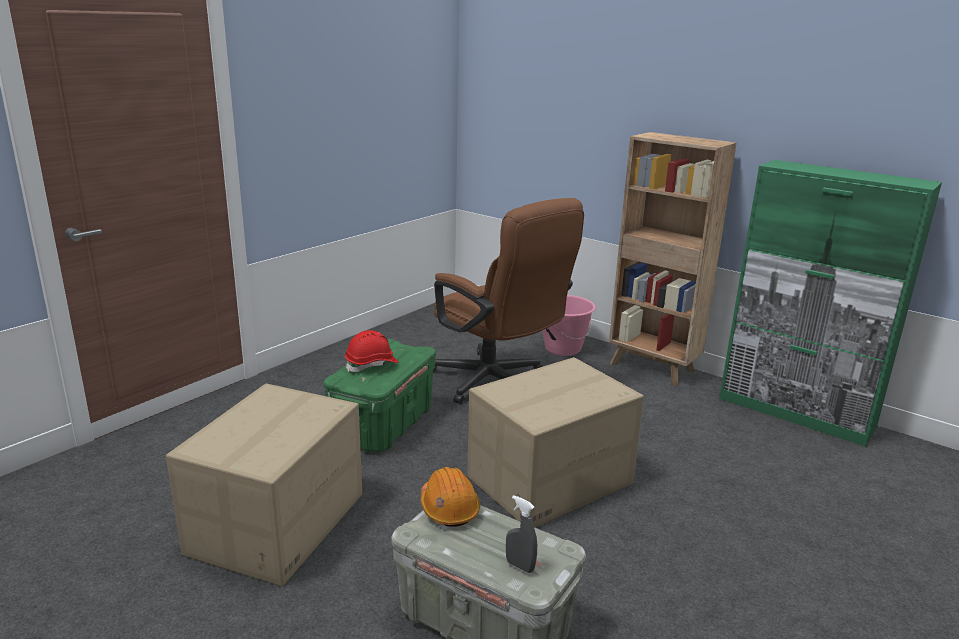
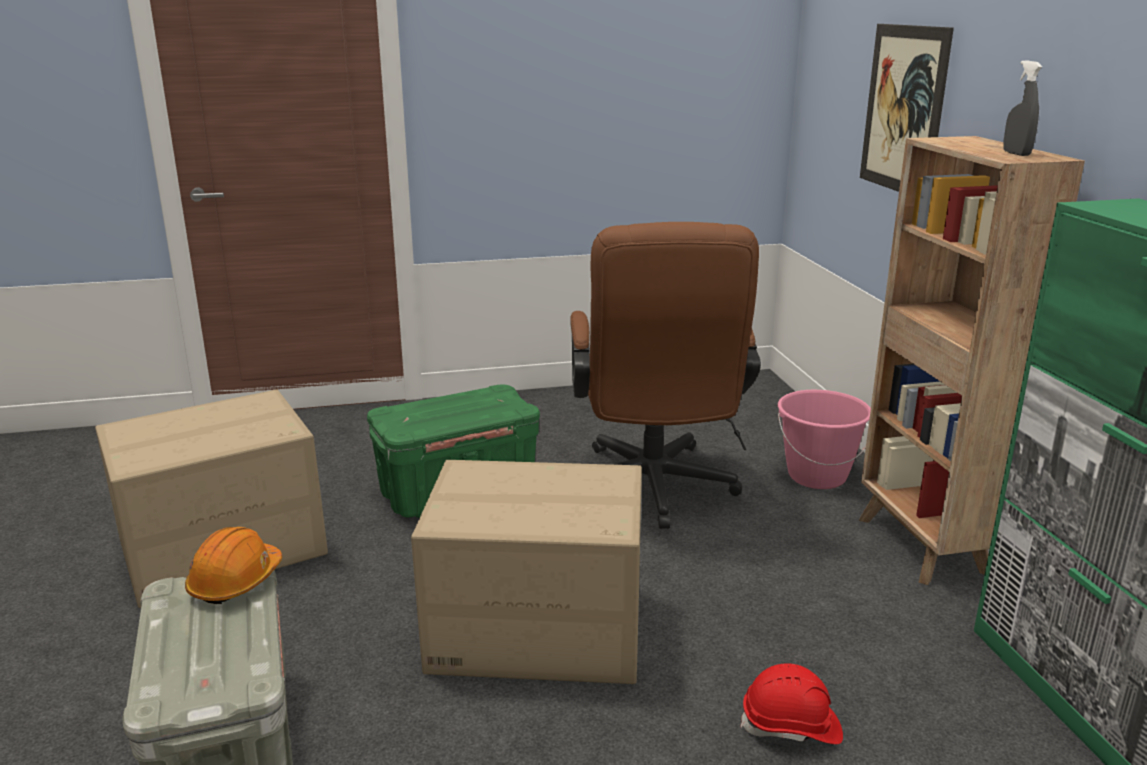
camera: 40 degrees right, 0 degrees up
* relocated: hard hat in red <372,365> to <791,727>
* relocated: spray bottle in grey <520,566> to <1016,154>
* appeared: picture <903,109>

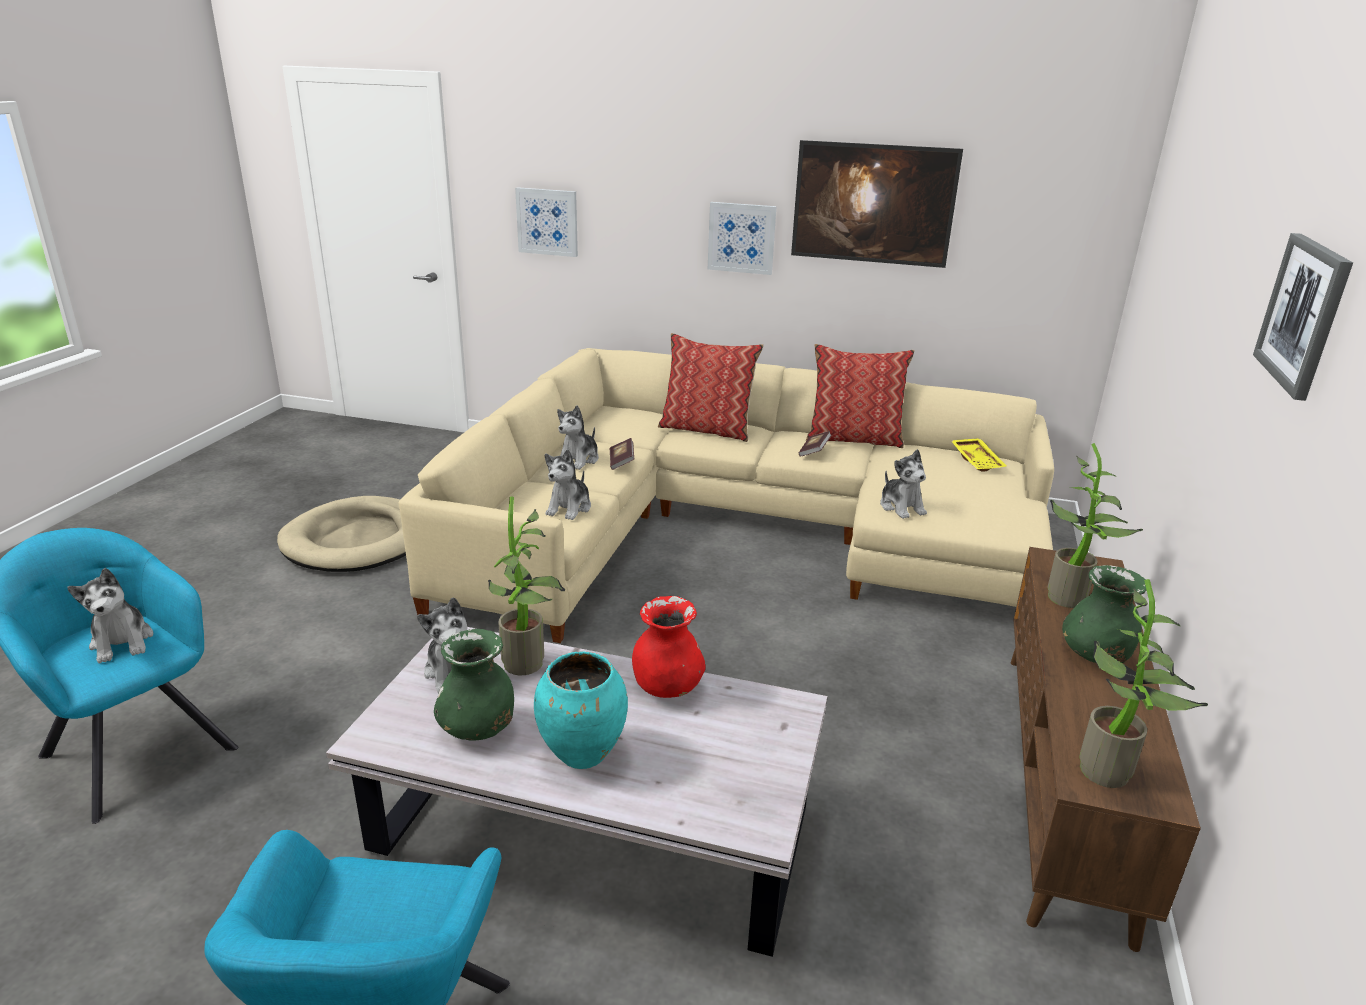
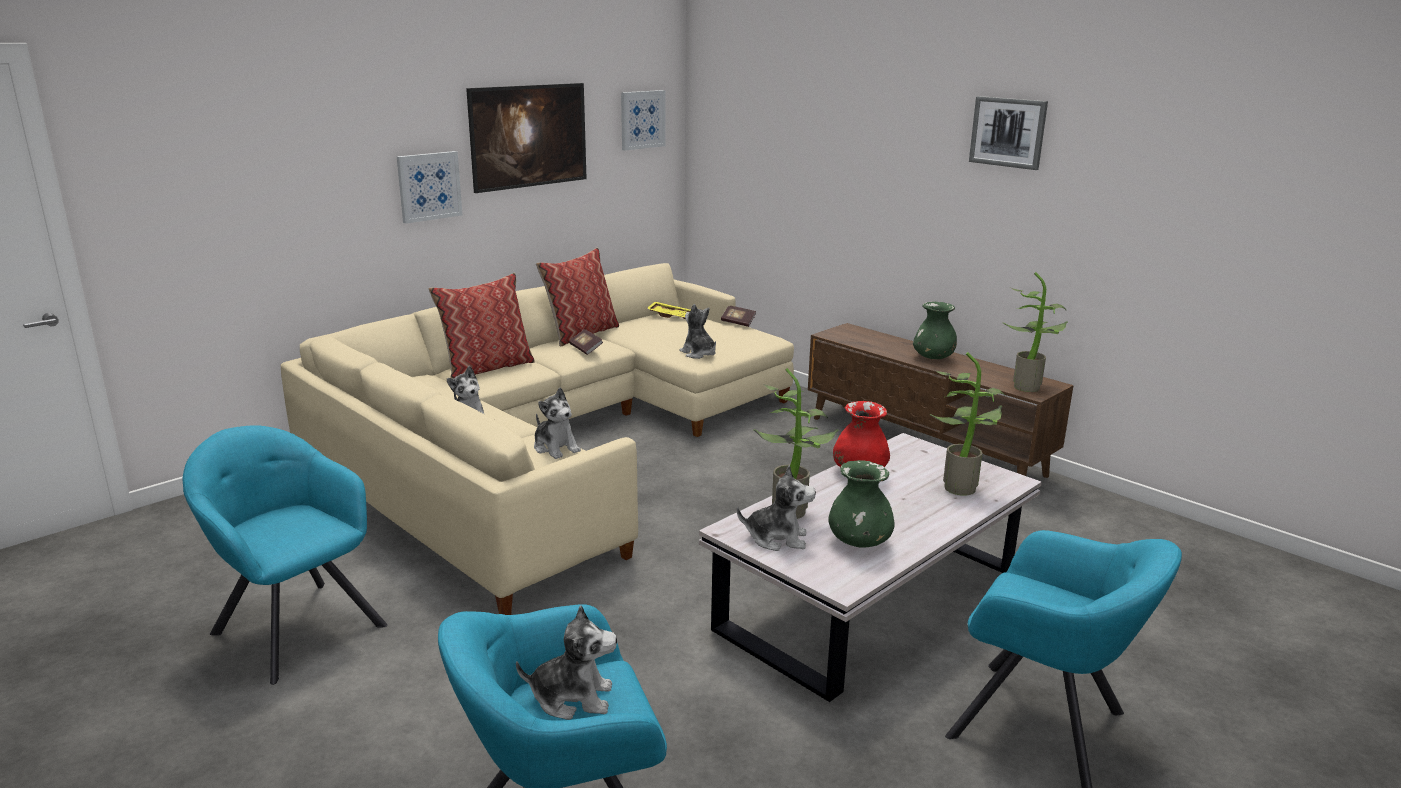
camera: 60 degrees left, 5 degrees down
* exchanged: dog bed in beige <360,540> to armchair in turquoise <295,626>
* relocated: picture <547,222> to <642,119>
* missing: vase in turquoise <583,754>
* relocated: book <621,462> to <738,322>
* spun: plush toy <901,507> = <698,354> 135 degrees counterclockwise
* relocated: potted plant <1072,598> to <961,486>

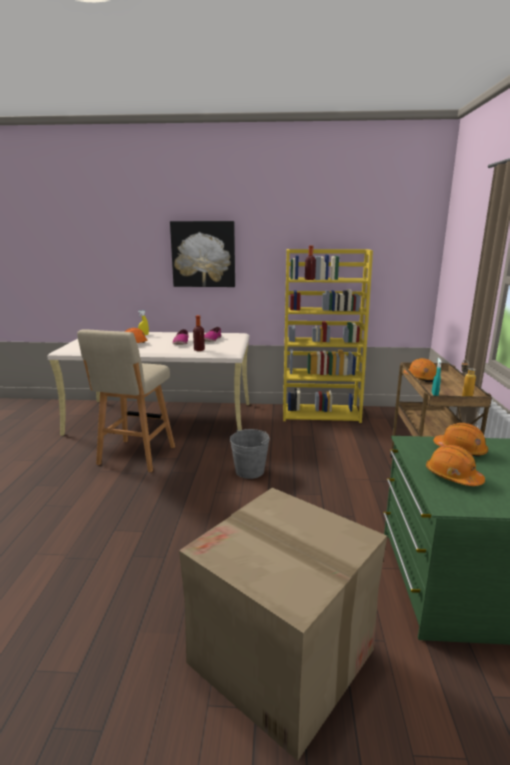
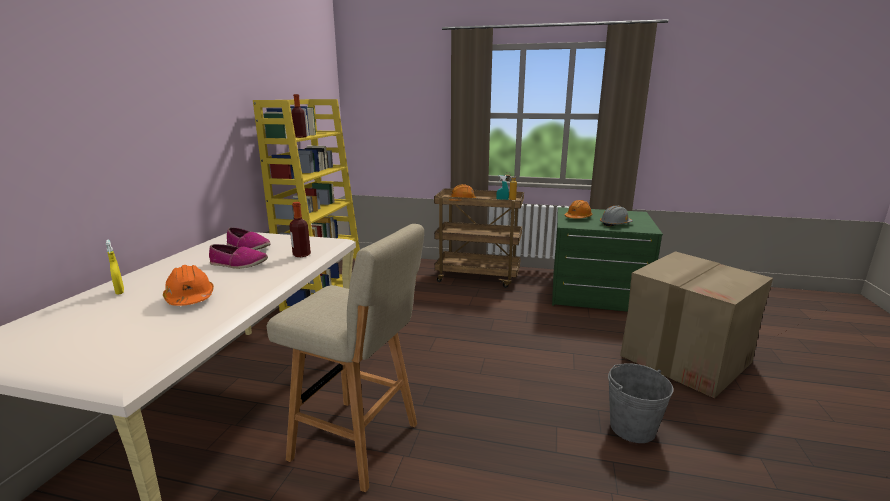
camera: 80 degrees left, 0 degrees up
* missing: picture <203,254>
* relocated: bucket in grey <250,471> to <632,428>
* colour: hard hat in orange <452,476> to hard hat in grey <615,224>

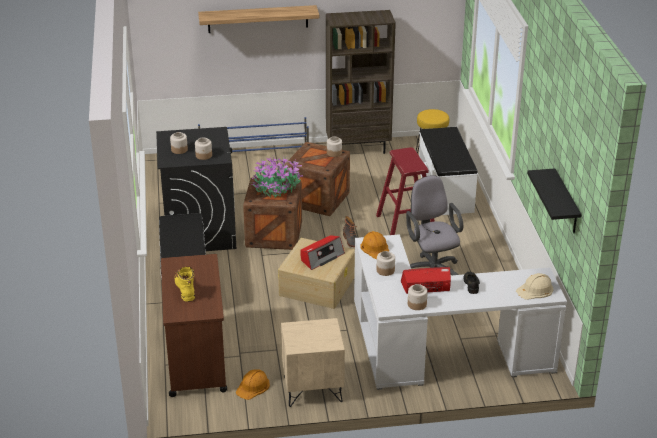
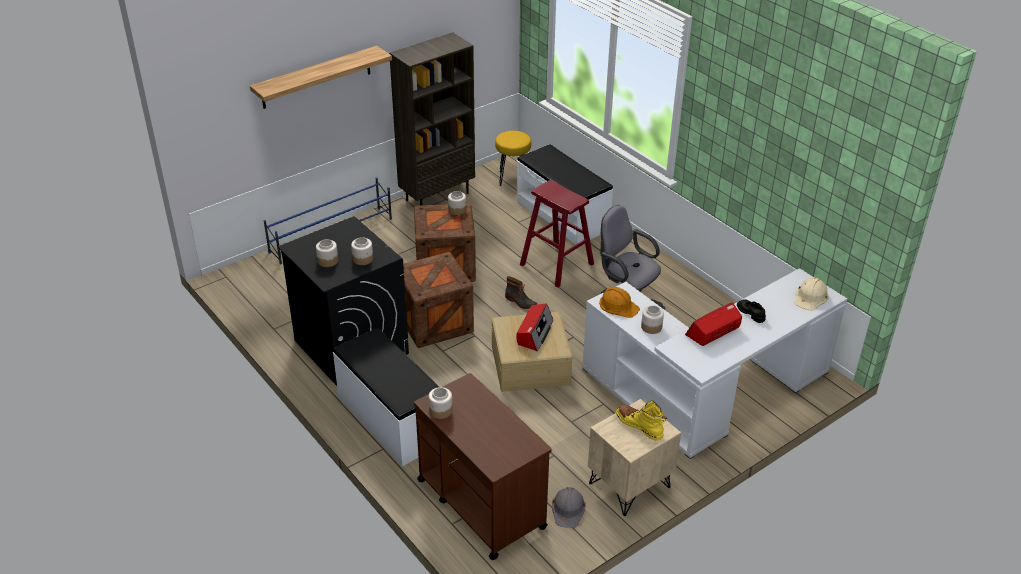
camera: 30 degrees left, 5 degrees up
* relocated: boot in yellow <185,289> to <639,425>
* colour: hard hat in orange <253,387> to hard hat in grey <568,509>
* missing: potted plant <277,189>
* relocated: jar <417,304> to <440,411>
* missing: shelf in black <566,203>

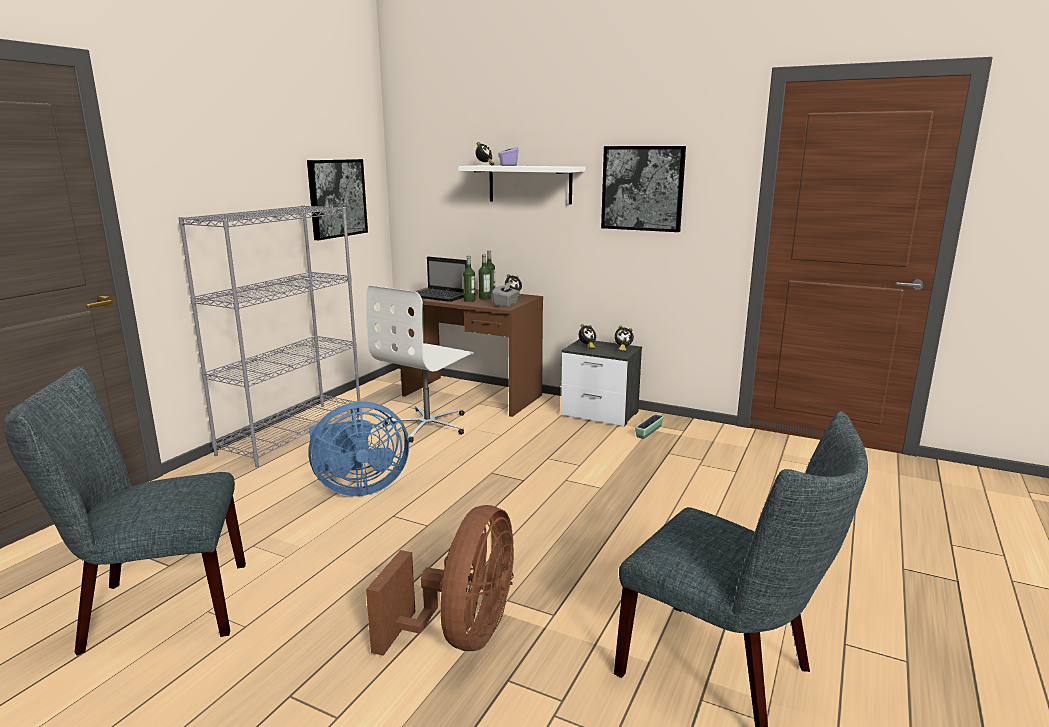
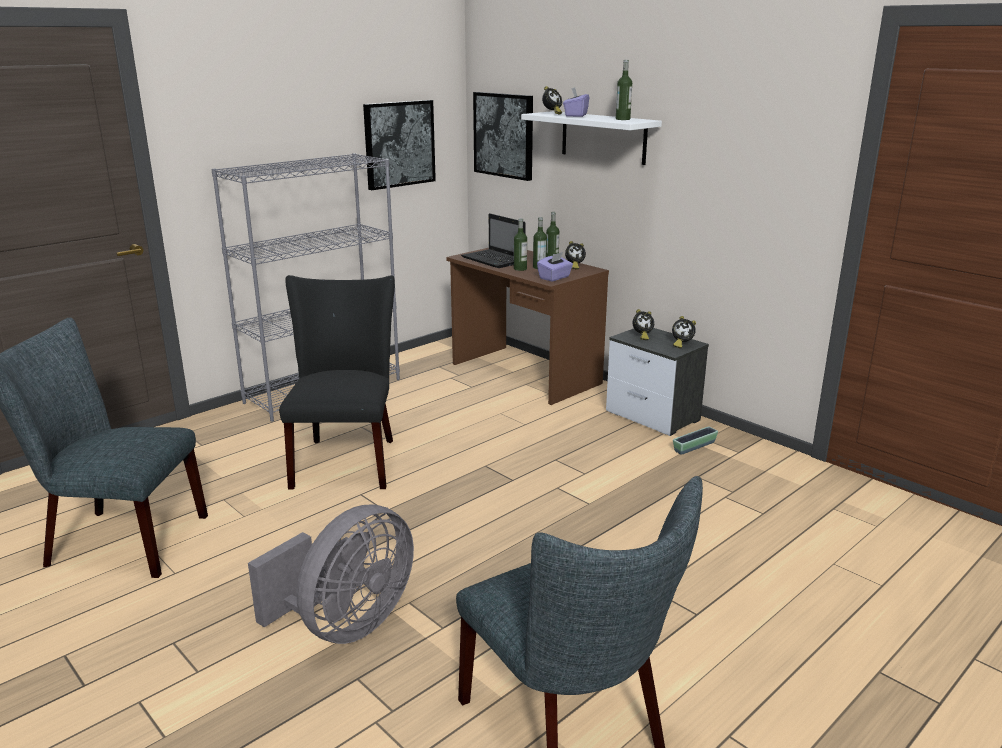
camera: 20 degrees right, 5 degrees up
* exchanged: fan in blue <358,488> to chair in black <346,459>
* colour: fan in brown <462,634> to fan in grey <346,625>
* missing: office chair in white <428,425>
* colour: tissue box in grey <506,304> to tissue box in purple <555,278>
* relocated: picture <642,188> to <504,135>
* appeared: bottle <622,119>

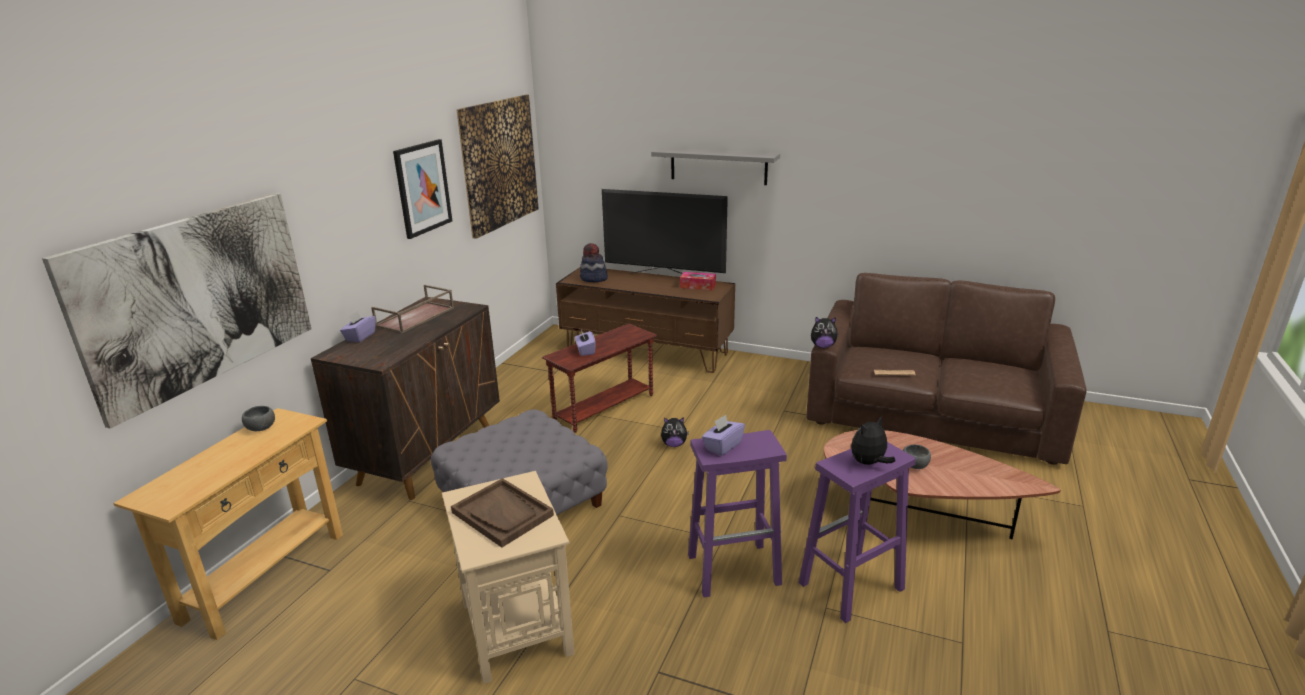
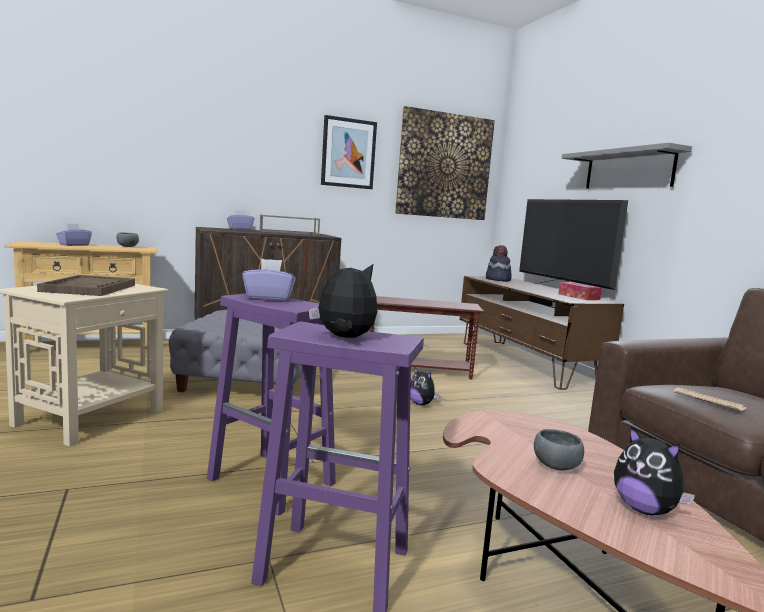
camera: 45 degrees right, 15 degrees down
* missing: picture <198,299>
* relocated: tissue box in purple <585,351> to <74,245>
* relocated: plush toy <823,346> to <644,509>

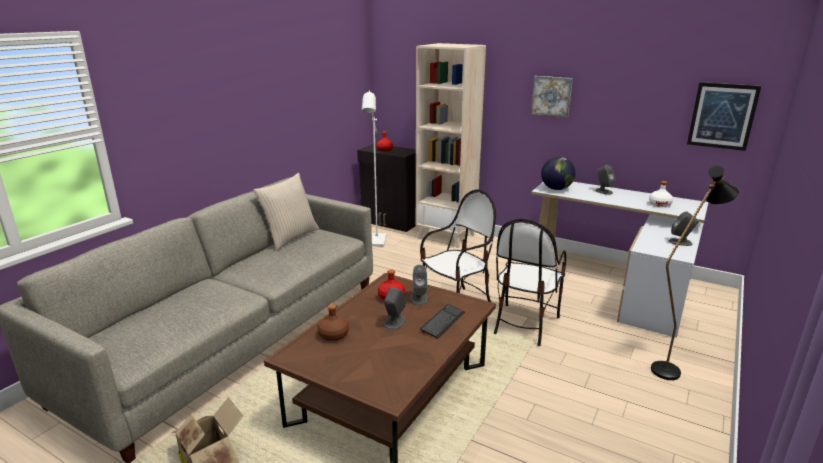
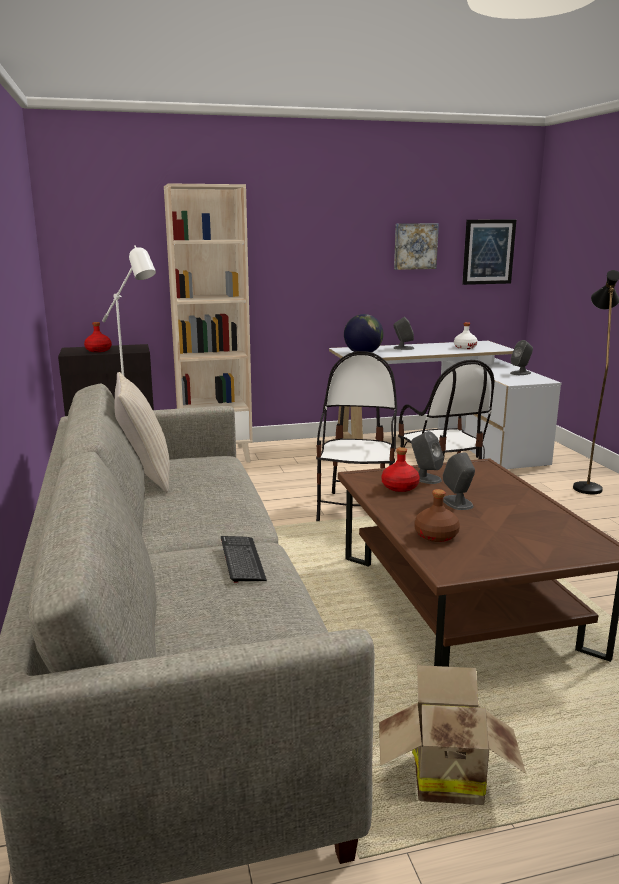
camera: 45 degrees left, 5 degrees down
* relocated: keyboard <443,322> to <242,560>
* relocated: picture <552,96> to <415,246>

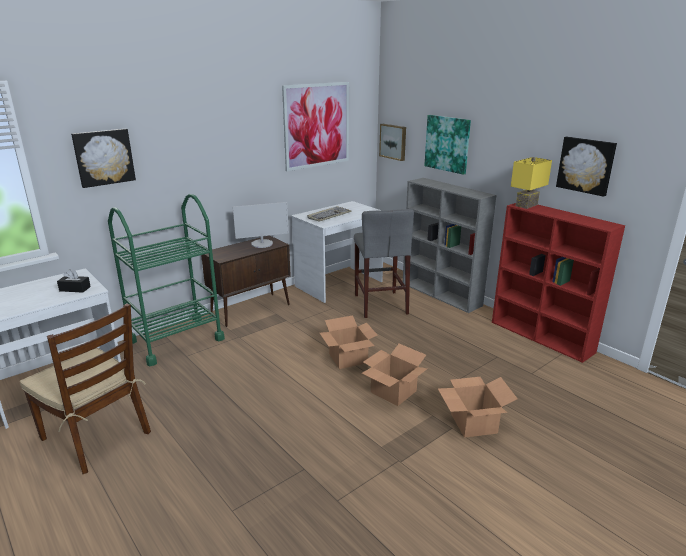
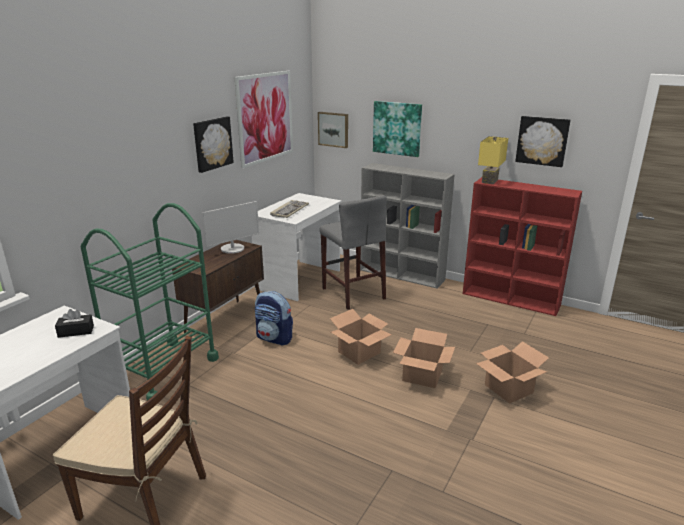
camera: 20 degrees left, 0 degrees up
* relocated: picture <104,157> to <212,143>
* appeared: backpack <275,338>

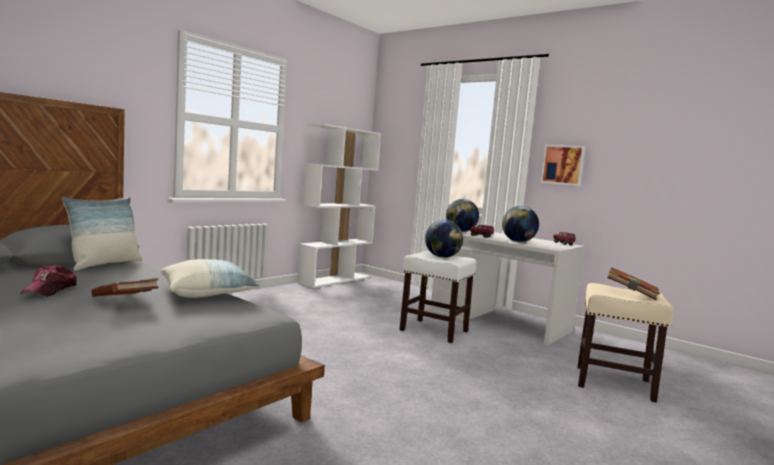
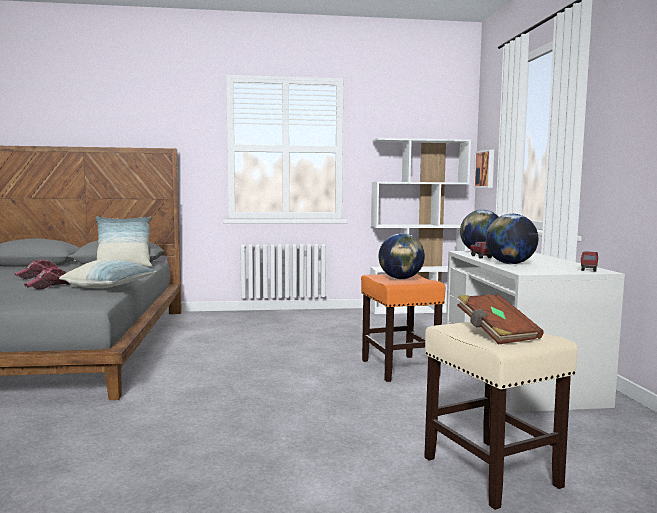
camera: 45 degrees right, 0 degrees up
* exchanged: book in brown <126,302> to cap <50,286>
* colour: stool in white <433,330> to stool in orange <398,367>
* relocated: picture <563,165> to <485,169>

